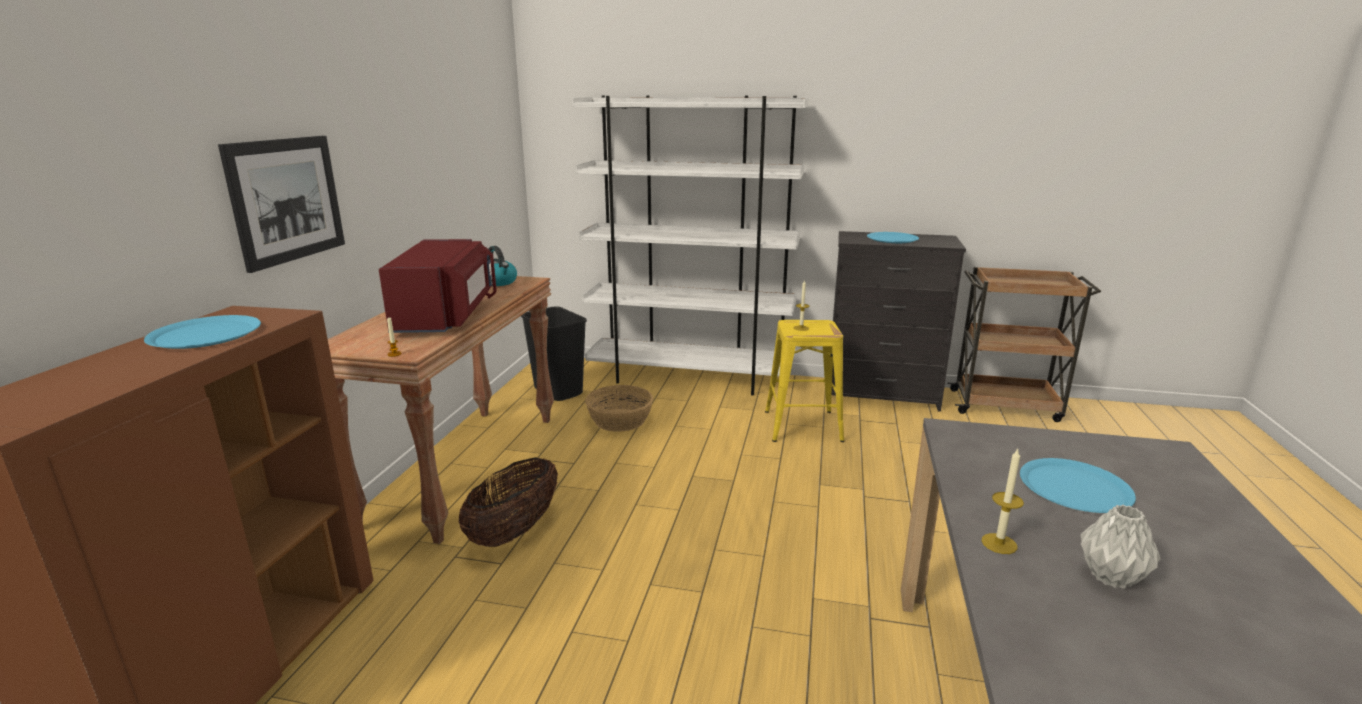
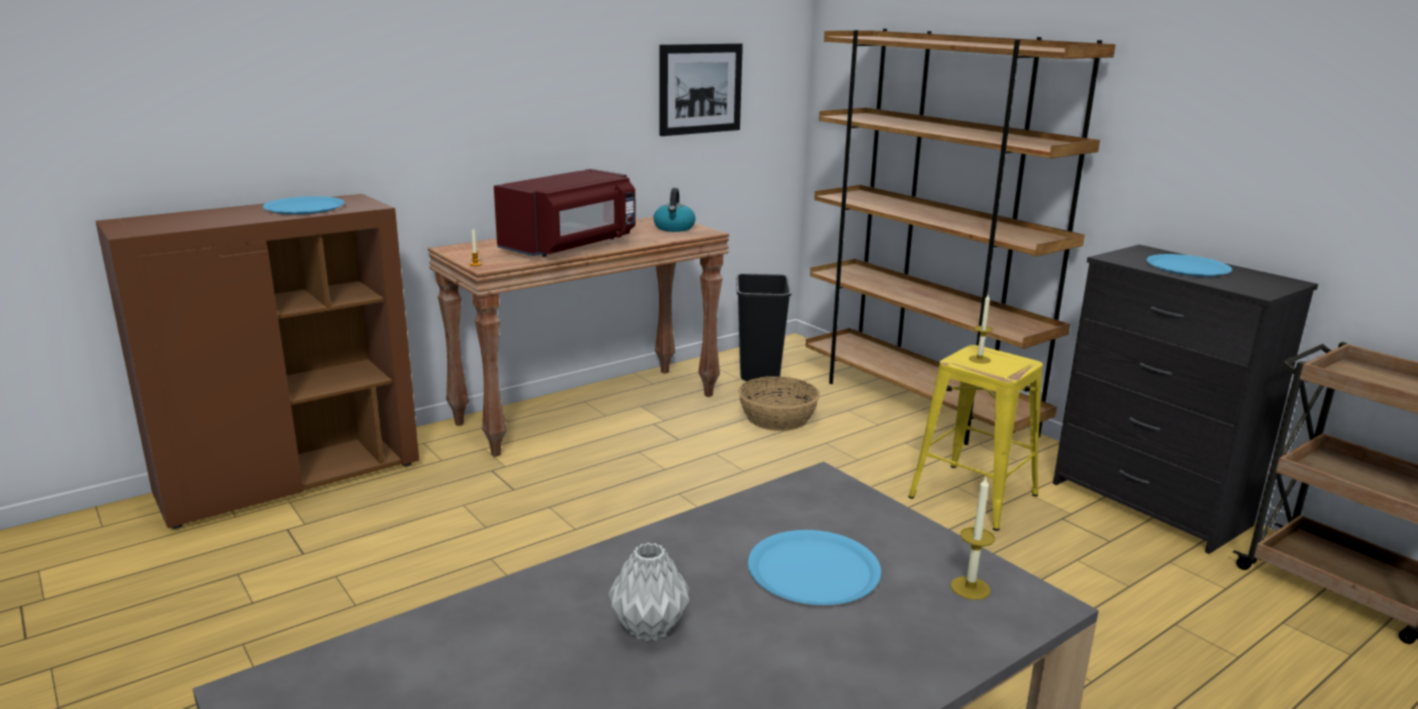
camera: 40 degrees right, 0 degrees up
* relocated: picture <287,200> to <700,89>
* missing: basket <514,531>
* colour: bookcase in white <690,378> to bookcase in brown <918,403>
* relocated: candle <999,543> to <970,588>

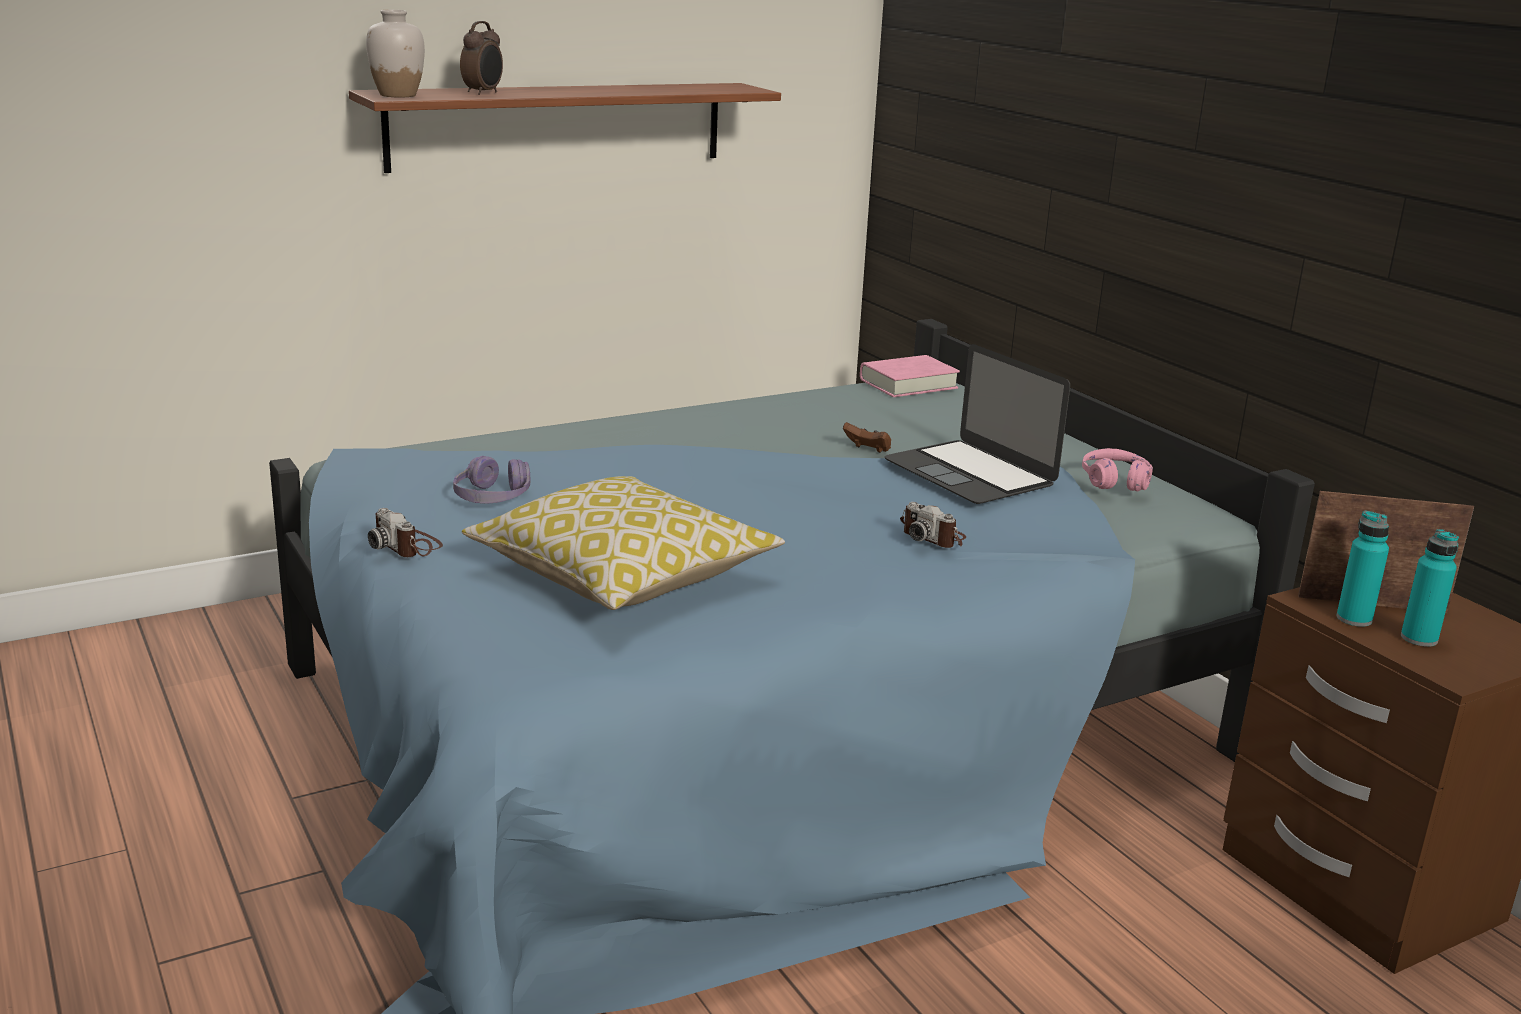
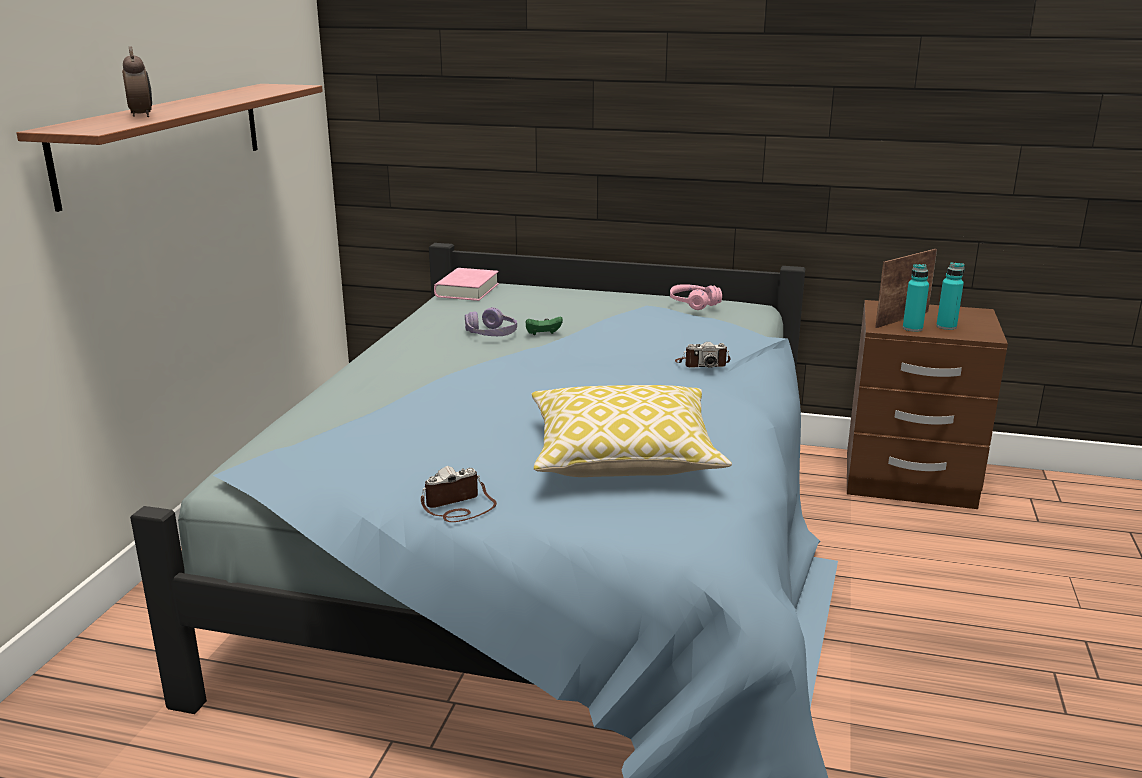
camera: 45 degrees left, 0 degrees up
* missing: vase in white <398,95>
* spun: photo camera <407,546> = <458,507> 150 degrees clockwise
* relocated: headphones in purple <492,497> to <491,334>
* colour: game controller in brown <868,450> to game controller in green <543,335>
* missing: laptop <970,472>

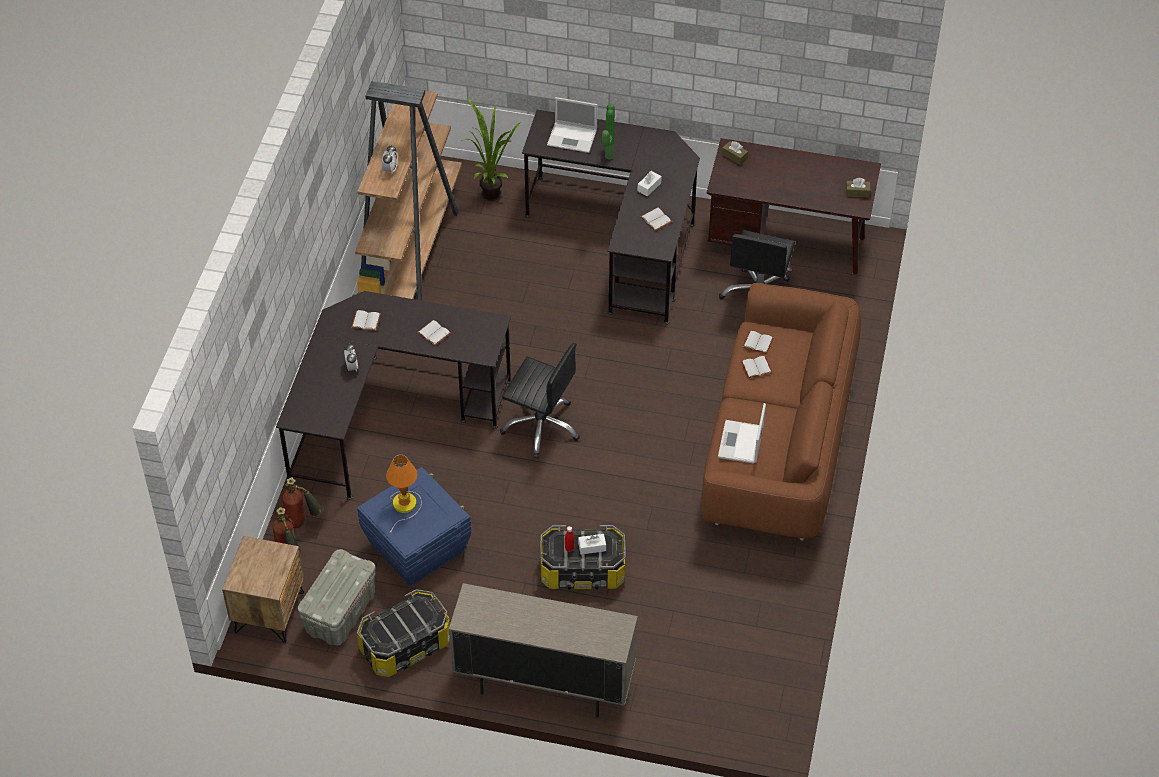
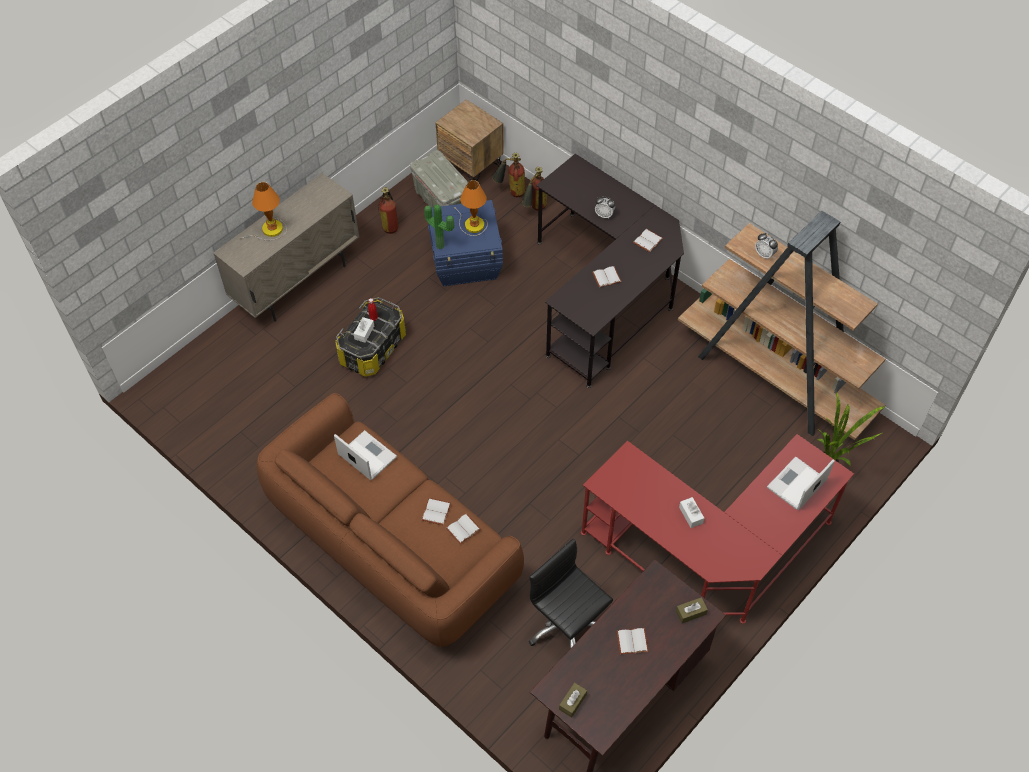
camera: 120 degrees right, 5 degrees up
* exchanged: storage box <405,645> to fire extinguisher <390,224>
* missing: office chair in black <541,426>
* colour: desk in black <624,237> to desk in red <710,553>
* relocated: potted plant <607,156> to <441,245>
* relocated: book in white <657,220> to <632,642>
* appeared: table lamp <270,230>

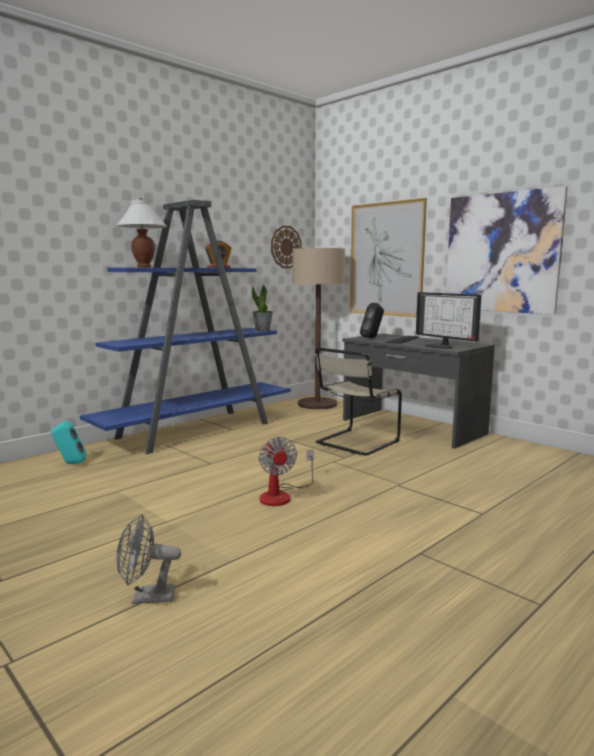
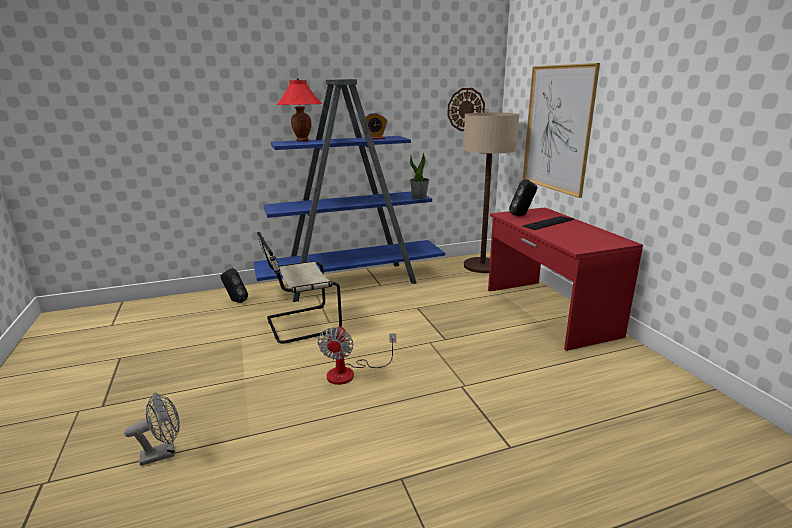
camera: 25 degrees right, 10 degrees up
* colour: speaker in turquoise <70,463> to speaker in black <235,301>
* colour: table lamp in white <143,267> to table lamp in red <302,140>
* spun: fan in grey <146,597> = <163,453> 135 degrees clockwise
* relocated: chair in beige <355,443> to <300,325>
* colour: desk in grey <411,427> to desk in red <548,312>
* missing: monitor <441,346>
* missing: picture <501,253>

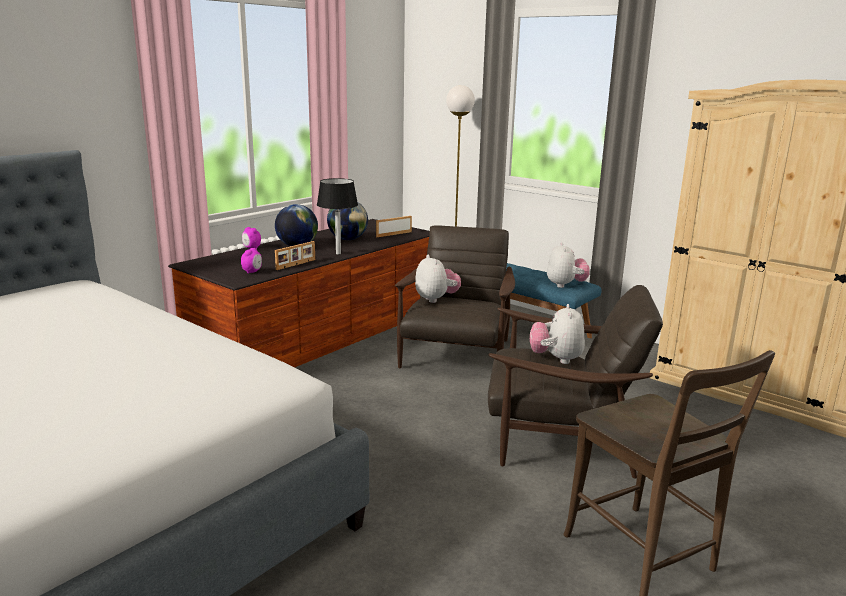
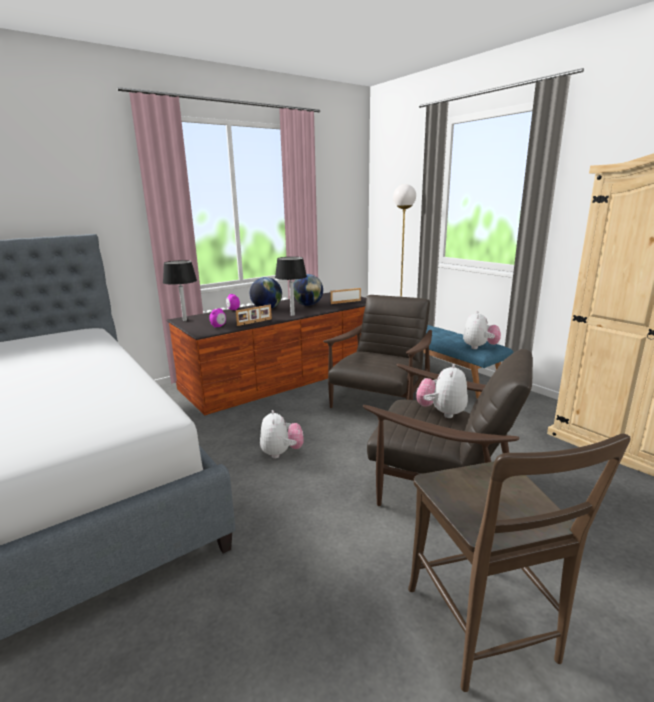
camera: 15 degrees right, 0 degrees up
* relocated: plush toy <436,299> to <281,453>
* appeared: table lamp in black <185,320>

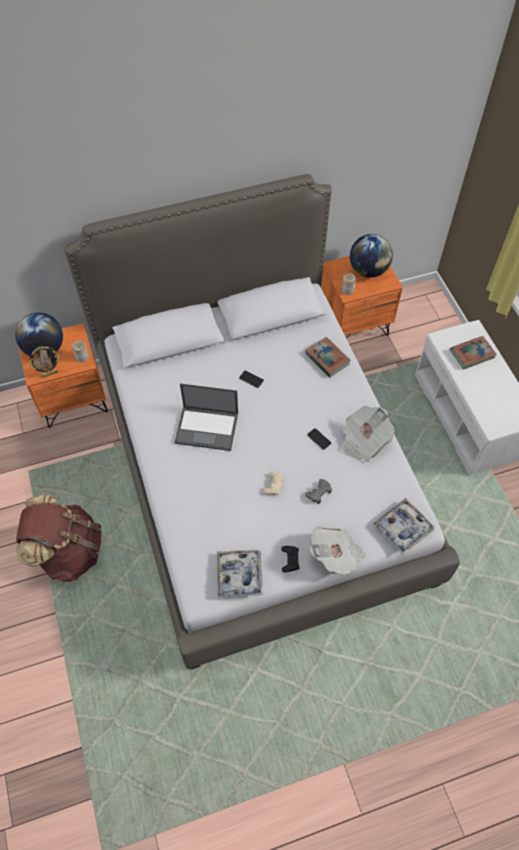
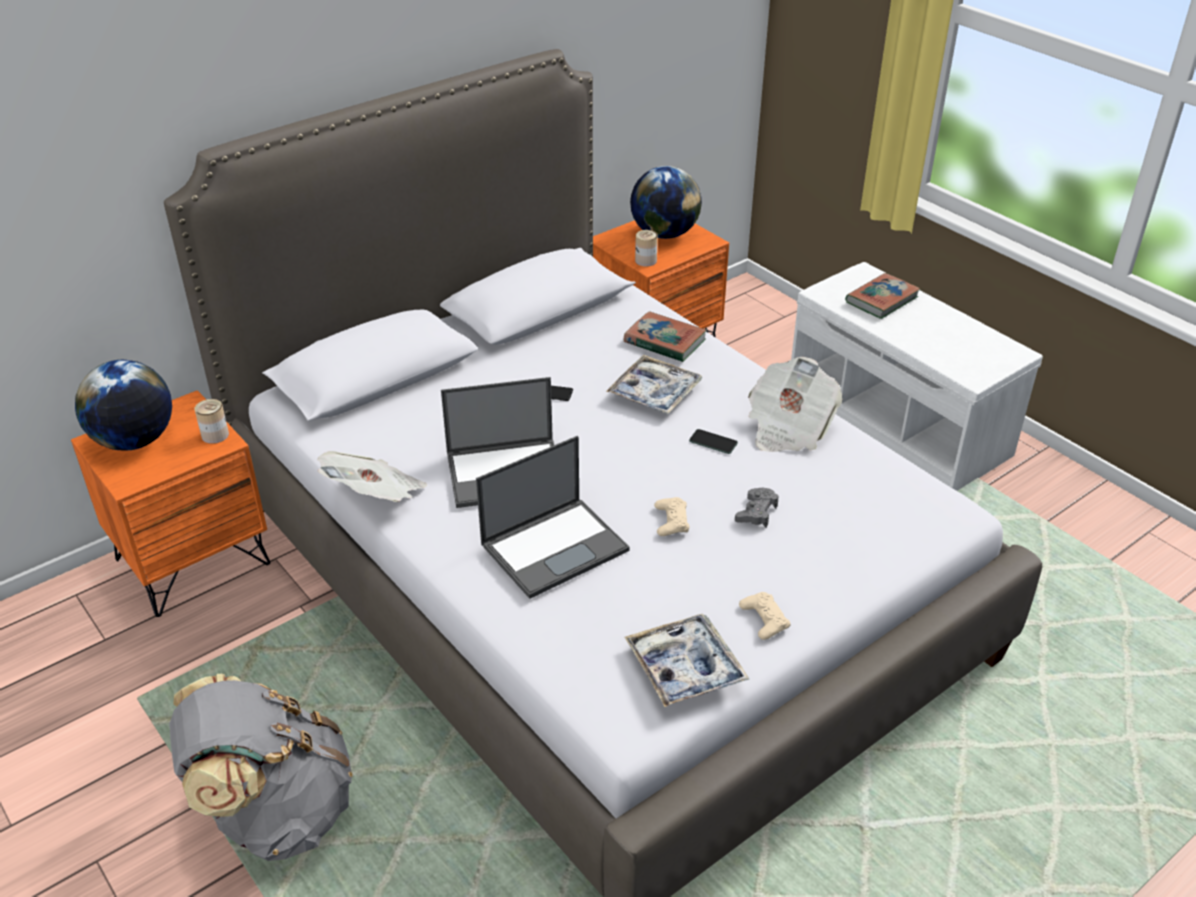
camera: 20 degrees left, 20 degrees down
* colour: backpack in brown <68,551> to backpack in grey <275,812>
* missing: picture frame <50,374>
* colour: game controller in black <290,560> to game controller in beige <764,619>
* relocated: newspaper <336,555> to <375,497>
* relocated: tray <403,528> to <654,392>
* appeared: laptop <555,546>

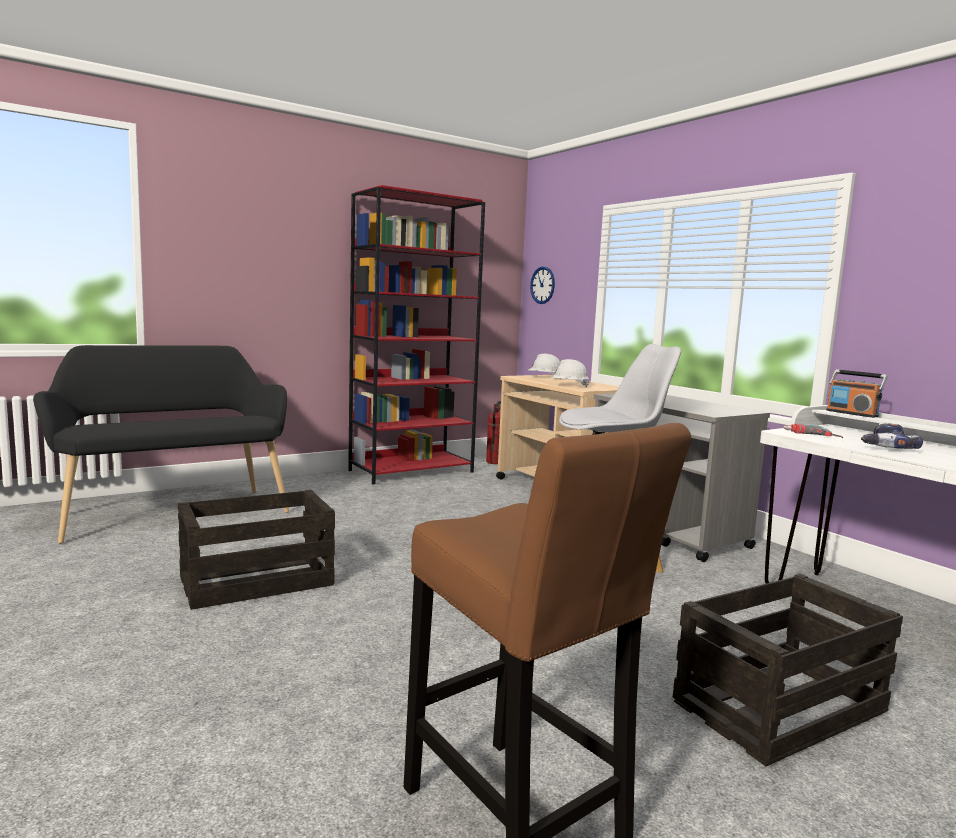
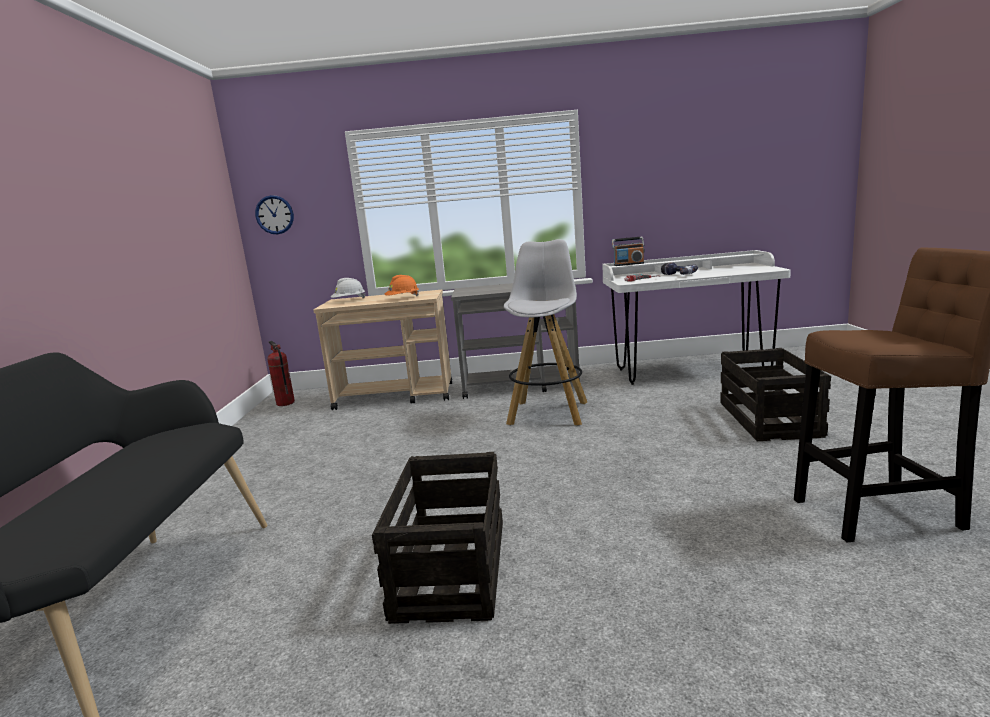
camera: 55 degrees left, 5 degrees up
* missing: bookcase in red <412,471>
* colour: hard hat in white <568,385> to hard hat in orange <403,299>

